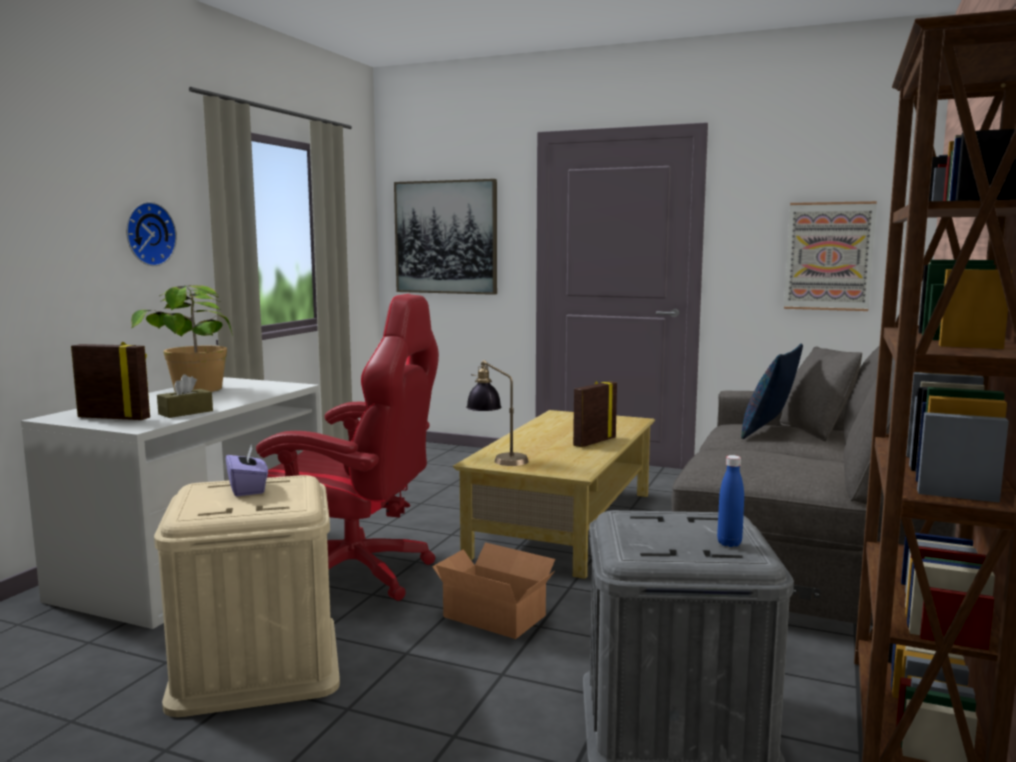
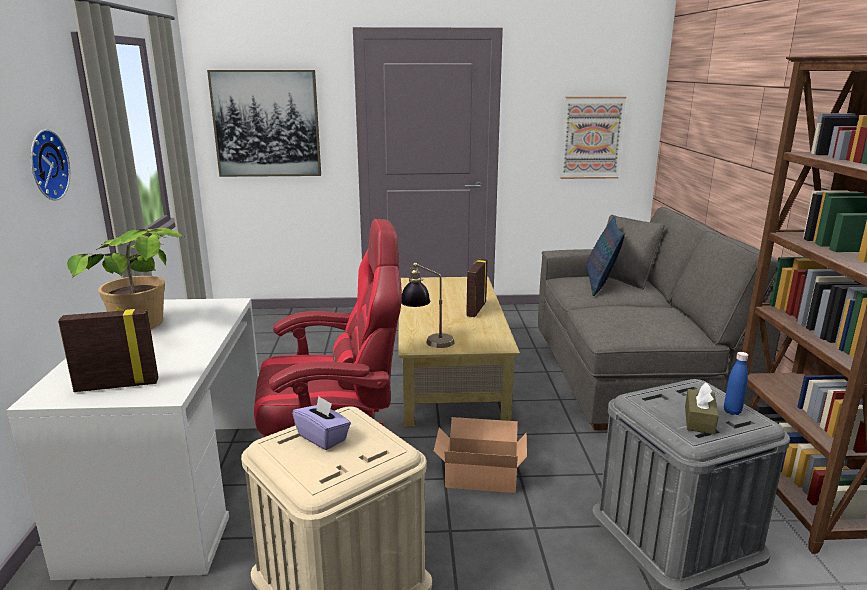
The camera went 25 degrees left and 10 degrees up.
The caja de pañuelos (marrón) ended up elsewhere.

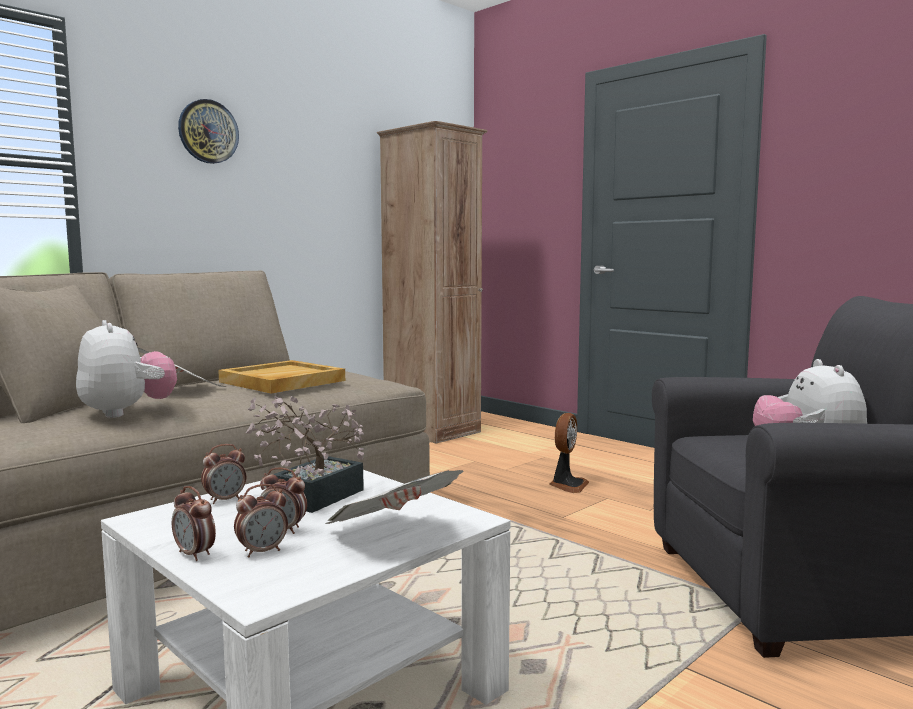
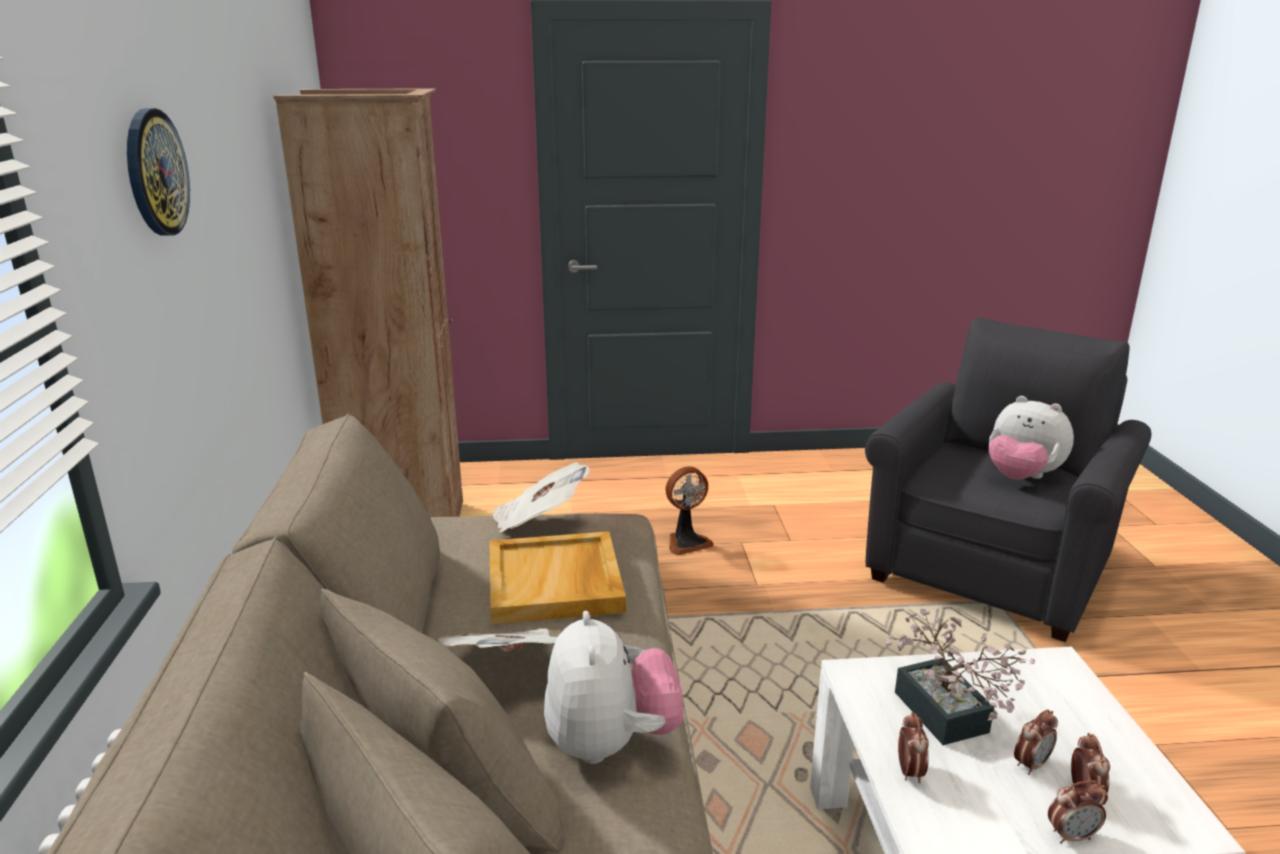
The camera went 50 degrees left and 15 degrees up.
The periódico (no. 2 from left) ended up elsewhere.
The peluche (no. 1 from left) ended up facing another way, 75 degrees clockwise from before.
The ventilador ended up facing another way, 90 degrees clockwise from before.

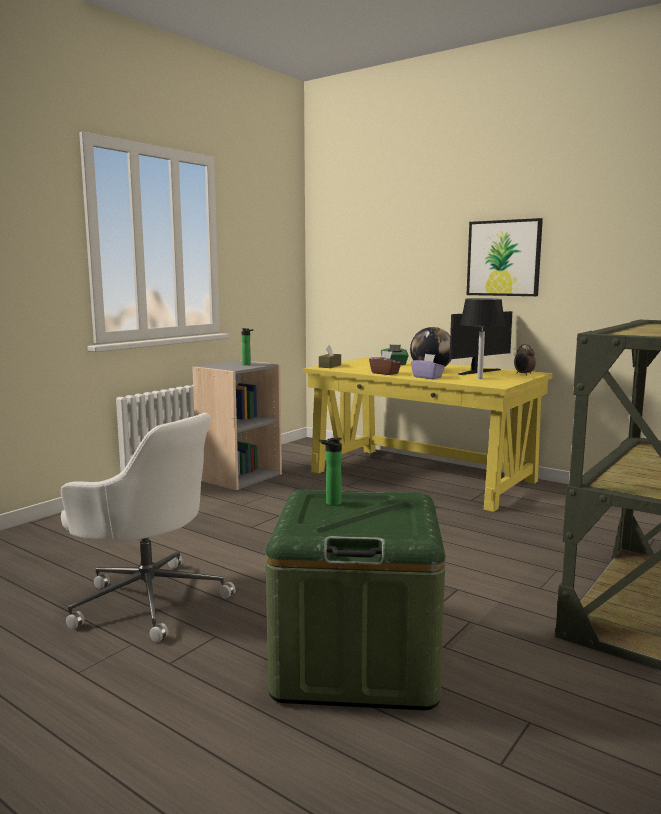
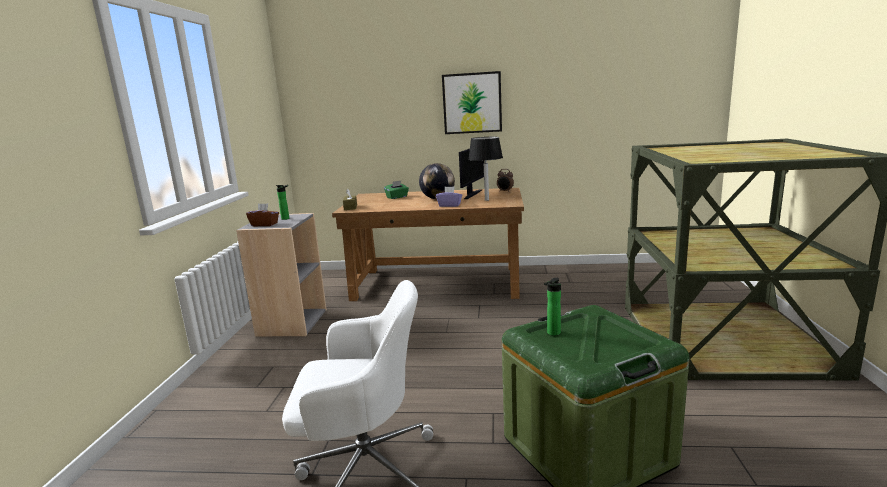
The camera went 30 degrees left and 5 degrees up.
The caja de pañuelos (marrón) (no. 2 from left in the first image) ended up elsewhere.
What was the escritorio (amarillo) turned into the escritorio (marrón).

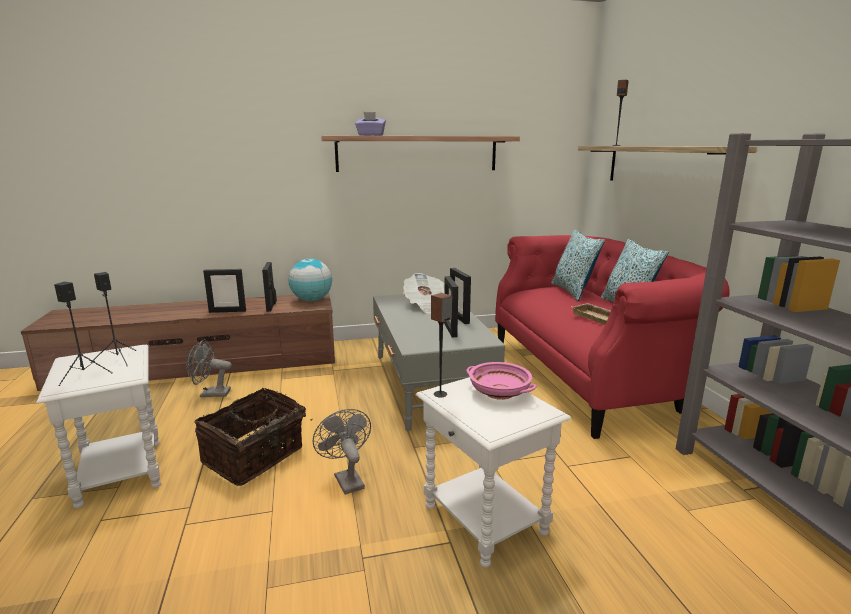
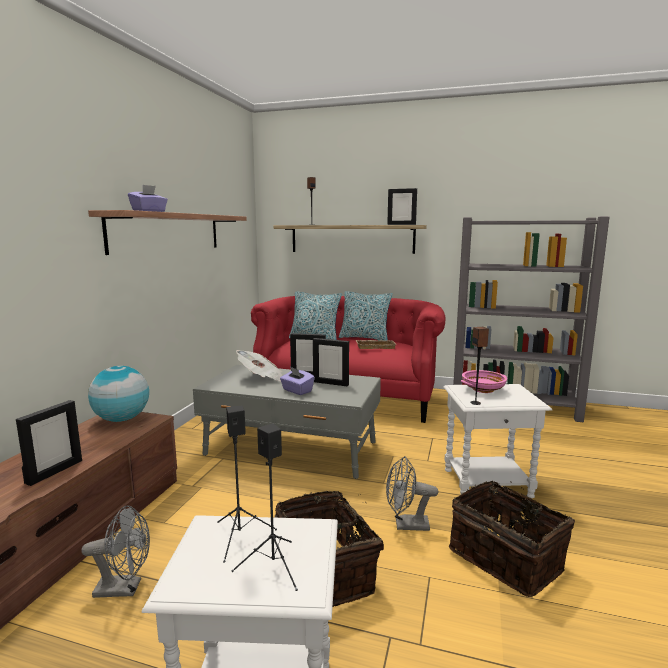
The camera went 60 degrees left and 5 degrees down.
The ventilador (gris) (no. 1 from left) ended up facing another way, 120 degrees counterclockwise from before.
The second view gained the caja de pañuelos (morado) (no. 2 from left).
The portarretratos (no. 2 from left in the first image) ended up elsewhere.
The second view gained the cesta (no. 2 from left).

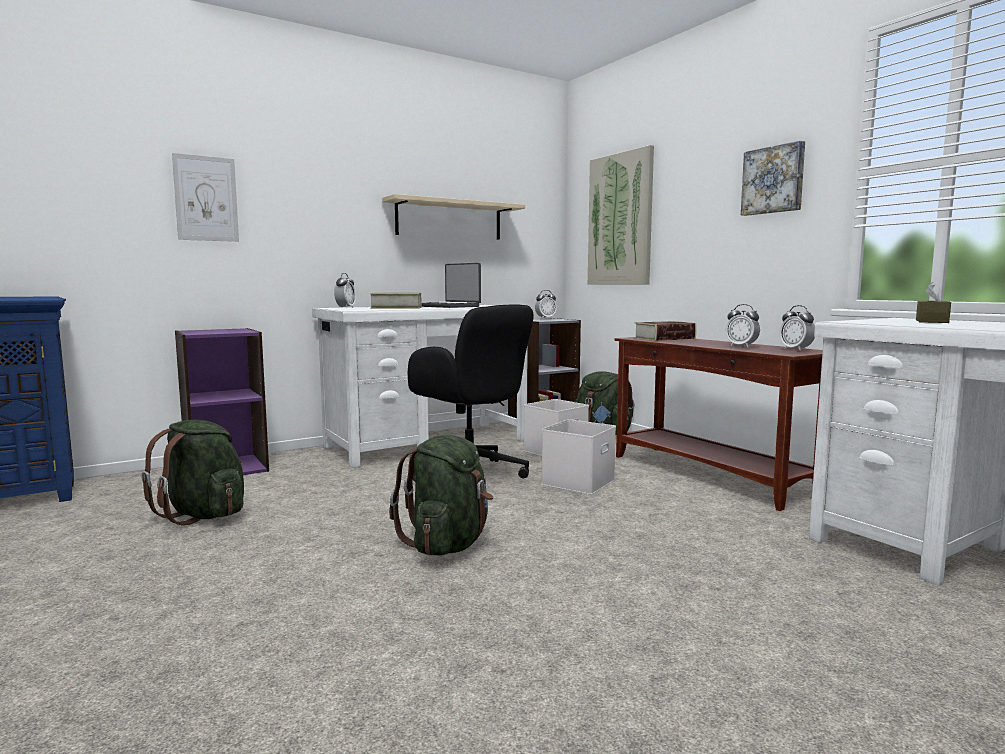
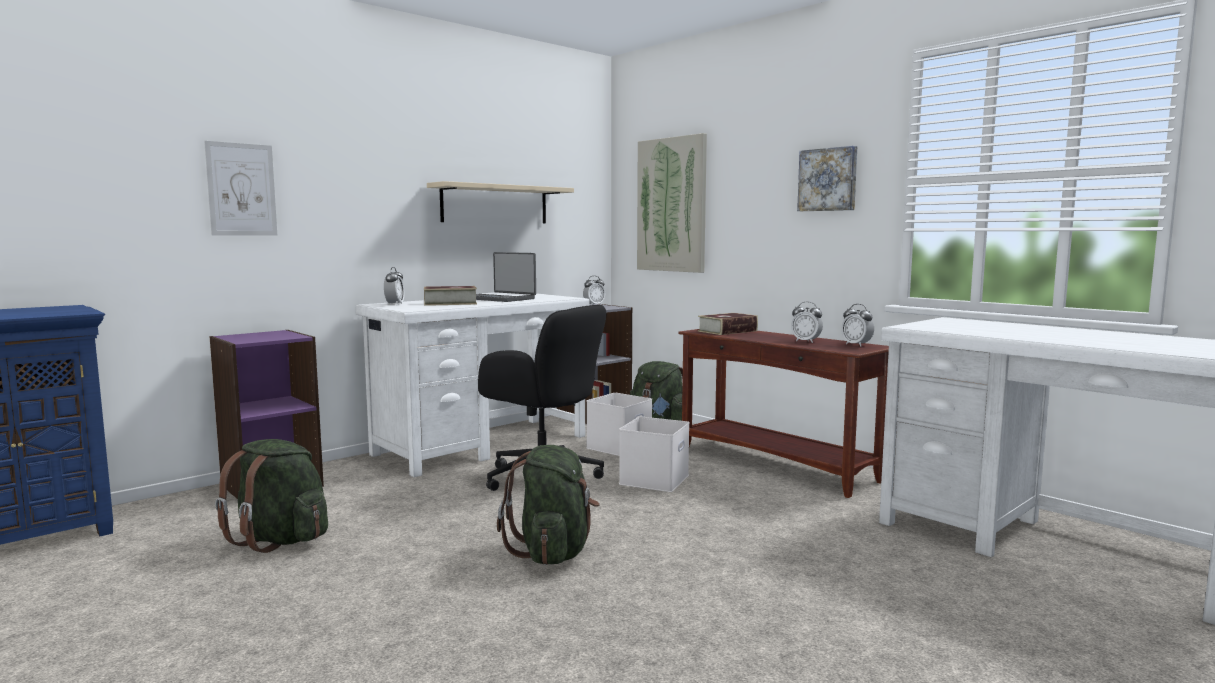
The camera went 10 degrees left and 0 degrees up.
The second view lost the caja de pañuelos (marrón).

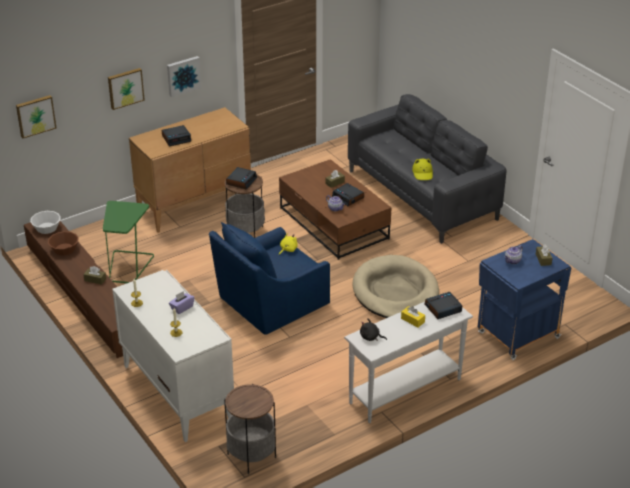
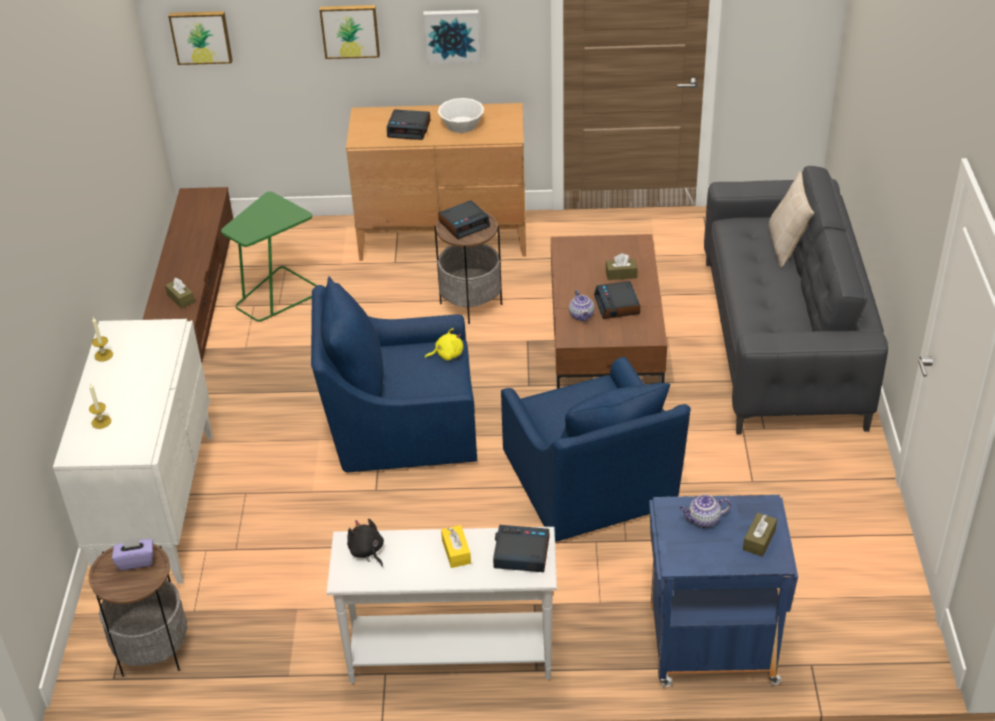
The camera went 35 degrees right and 5 degrees up.
The caja de pañuelos (morado) ended up elsewhere.
The cuenco (blanco) ended up elsewhere.
Where the cama para perro (beis) stood, the sillón (azul) (no. 2 from left) came to stand.
The second view gained the cojín (beis).
The second view lost the cuenco (marrón).
The second view lost the sombrero (amarillo).

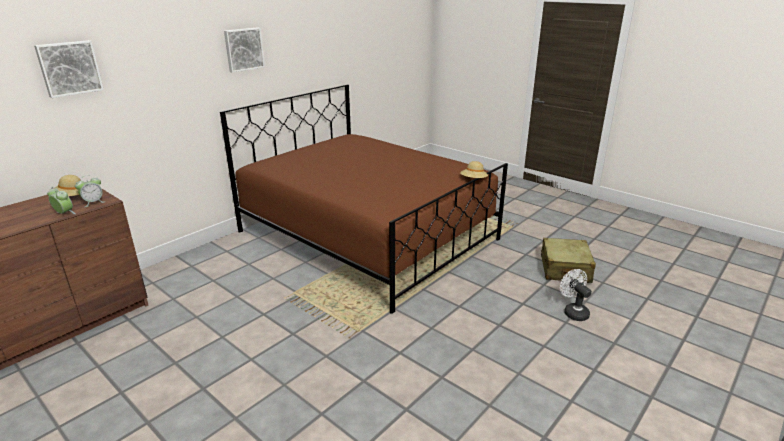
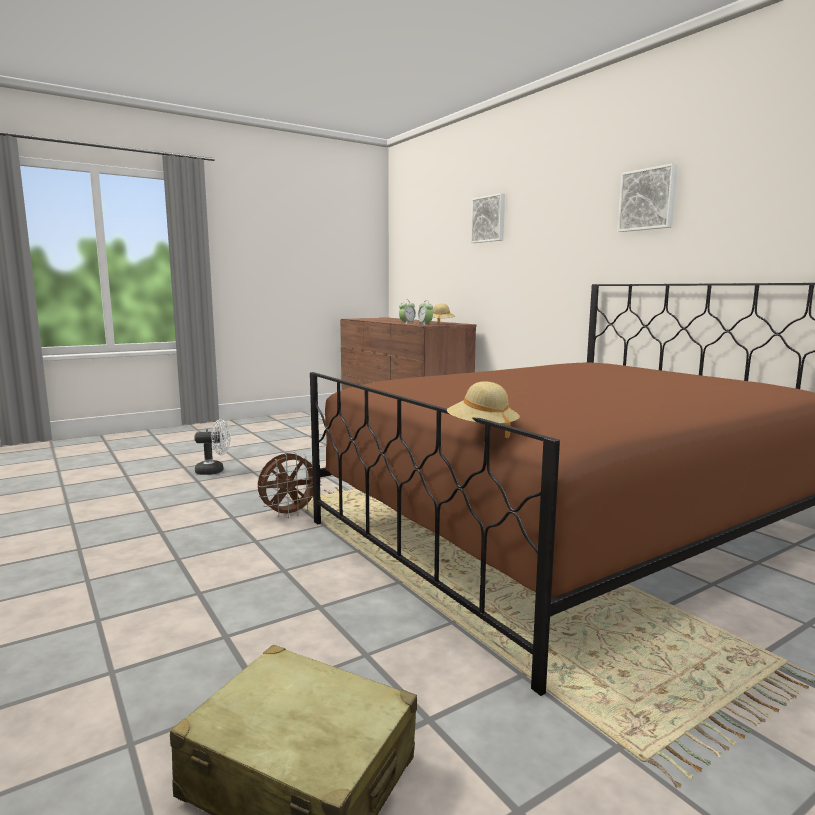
The camera went 105 degrees right and 15 degrees down.
The ventilador (blanco) ended up elsewhere.
The second view gained the ventilador (marrón).

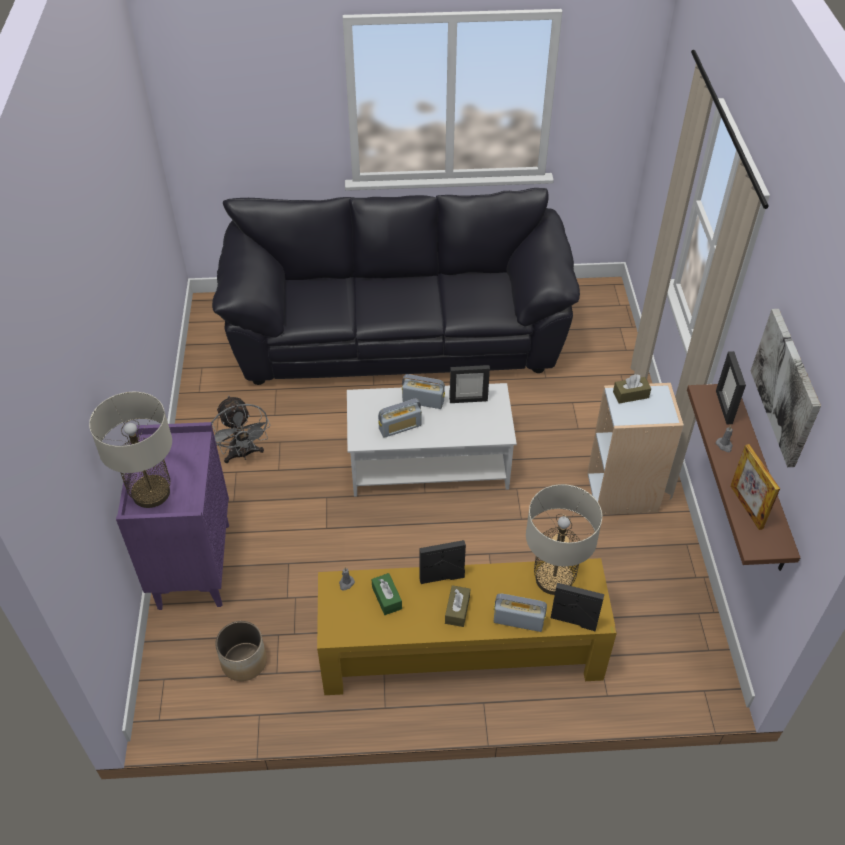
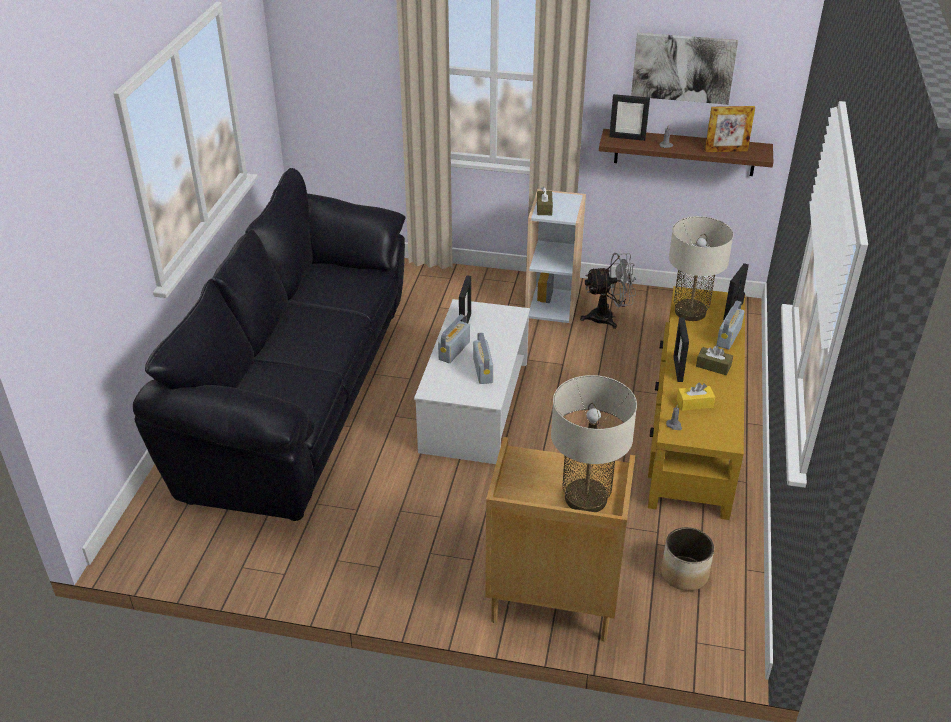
The camera went 75 degrees left and 10 degrees down.
What was the armario (morado) turned into the armario (marrón).
The ventilador (gris) ended up elsewhere.
What was the caja de pañuelos (verde) turned into the caja de pañuelos (amarillo).

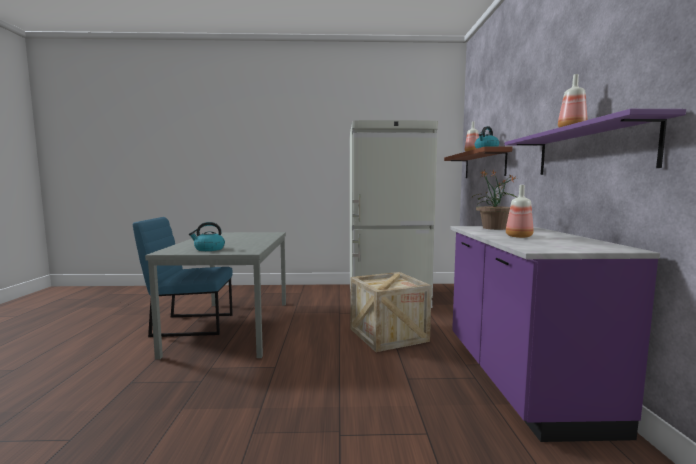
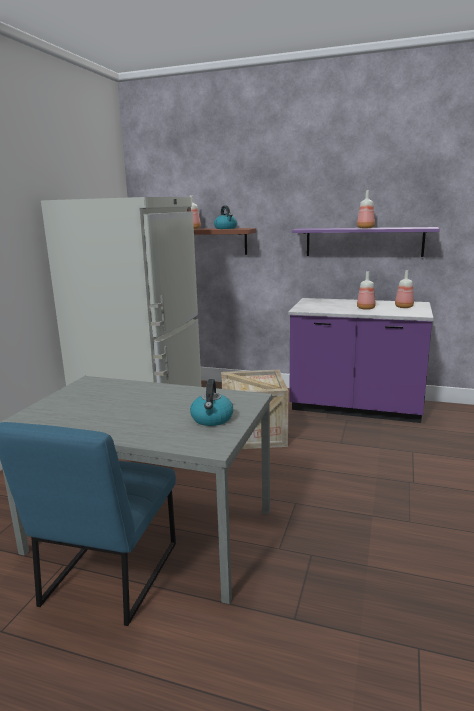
The camera went 70 degrees left and 10 degrees up.
The second view gained the botella (no. 4 from left).
The second view lost the planta en maceta.

